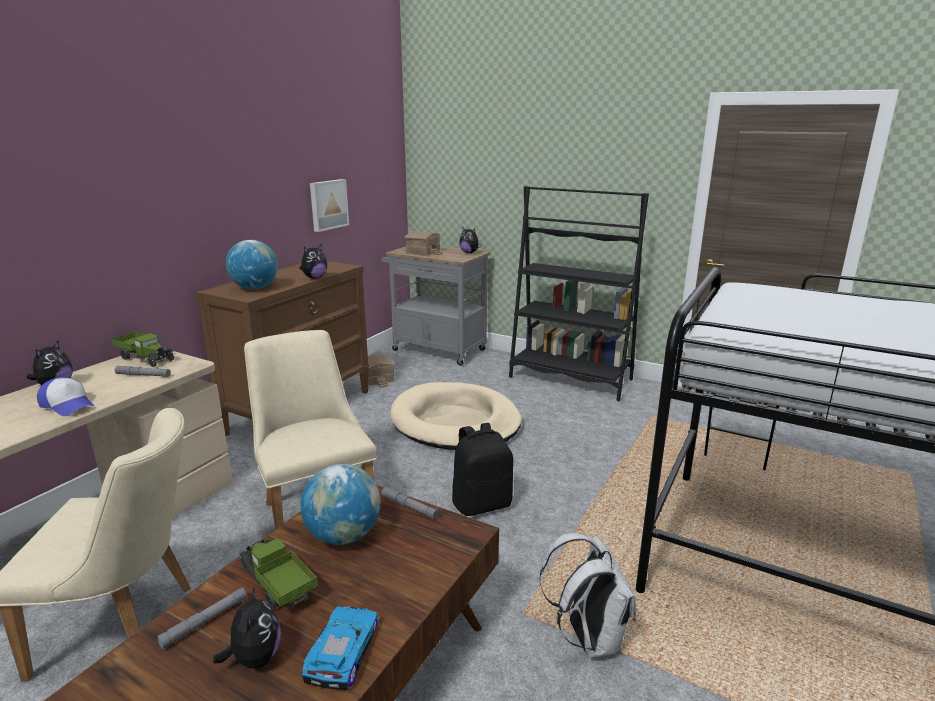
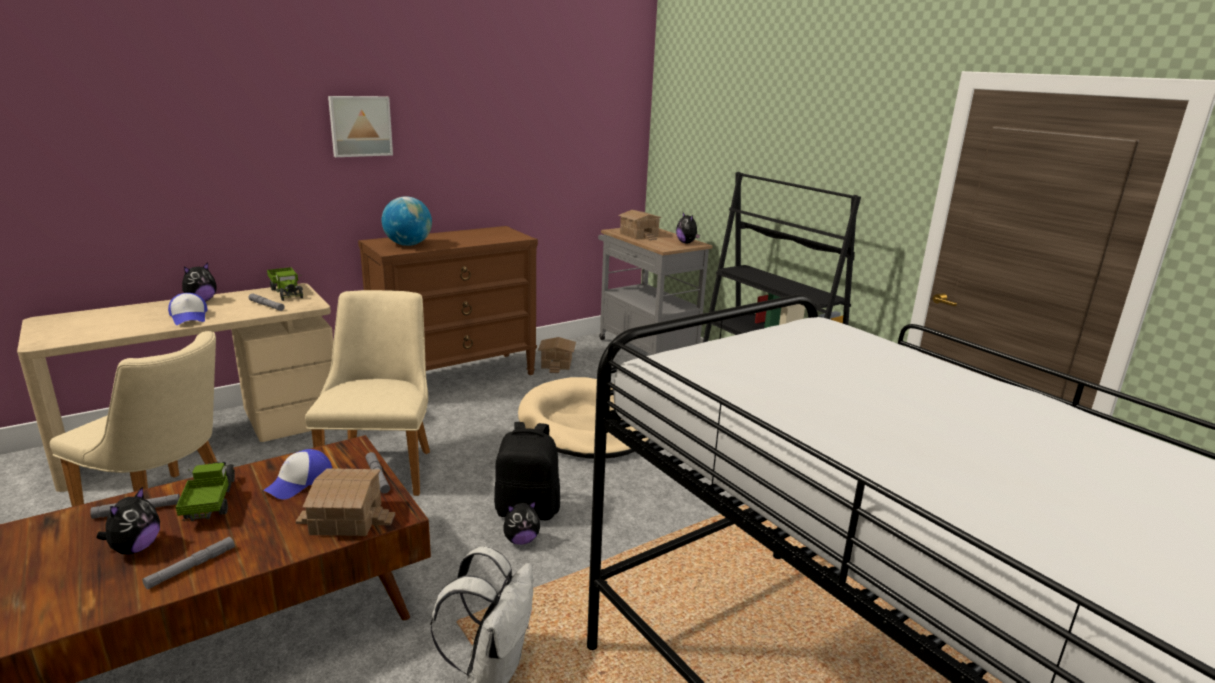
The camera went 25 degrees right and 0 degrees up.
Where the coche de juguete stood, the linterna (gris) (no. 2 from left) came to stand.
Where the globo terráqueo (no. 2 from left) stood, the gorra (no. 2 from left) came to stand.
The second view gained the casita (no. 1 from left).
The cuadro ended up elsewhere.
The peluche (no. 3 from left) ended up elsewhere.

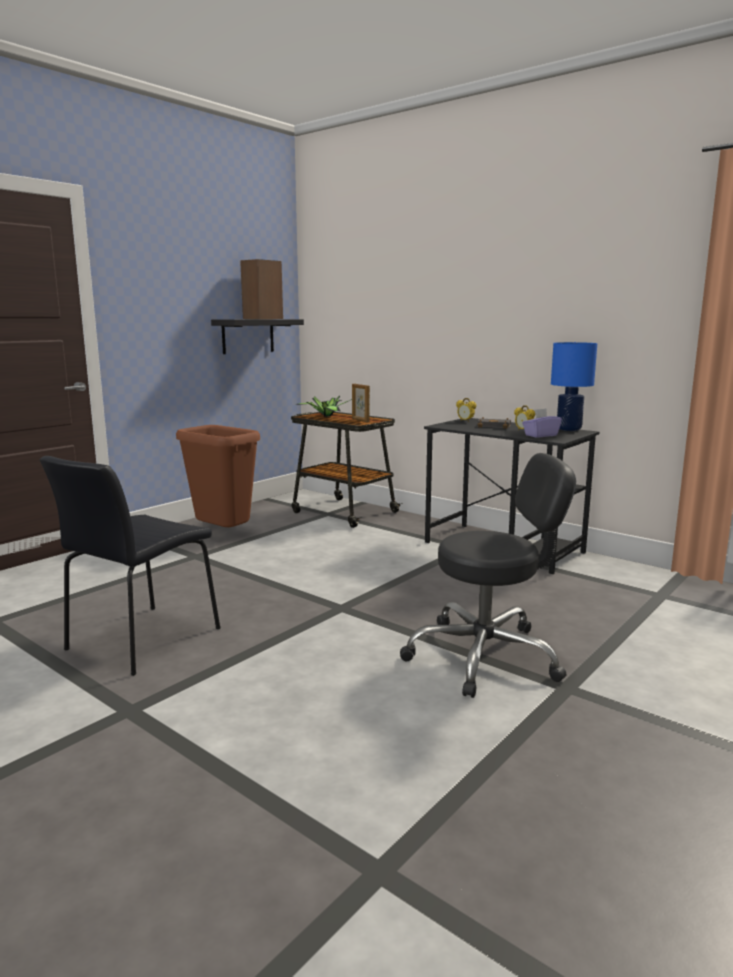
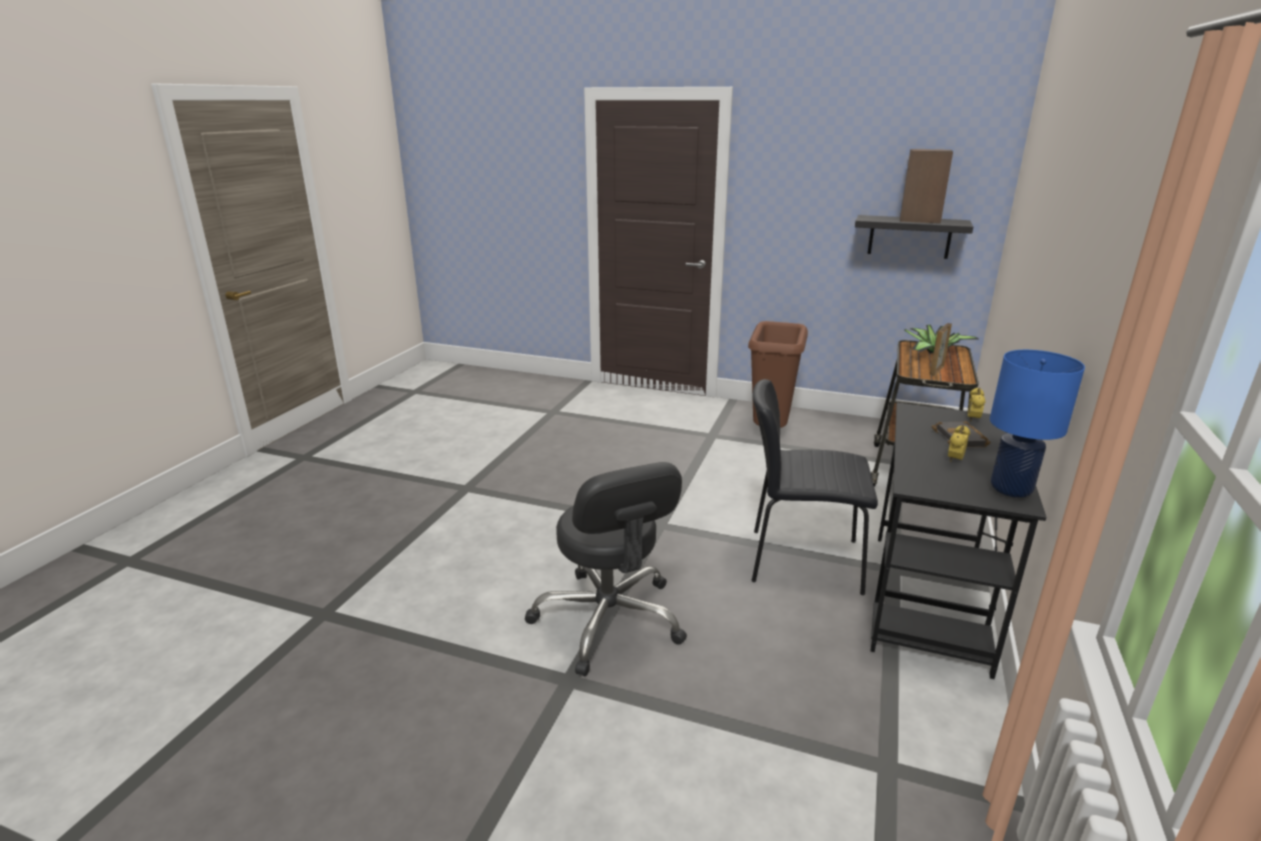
The camera went 70 degrees right and 10 degrees up.
The silla (negro) ended up elsewhere.
The second view lost the caja de pañuelos (morado).

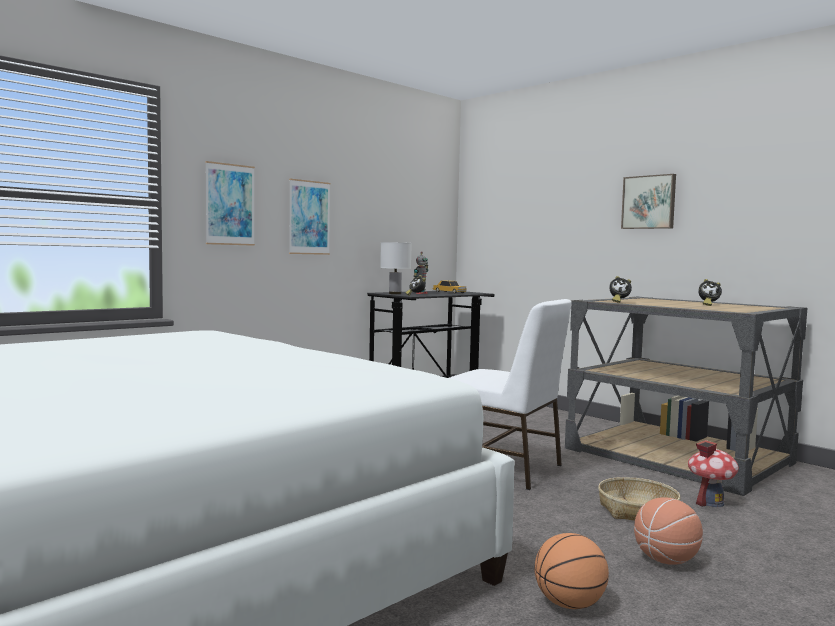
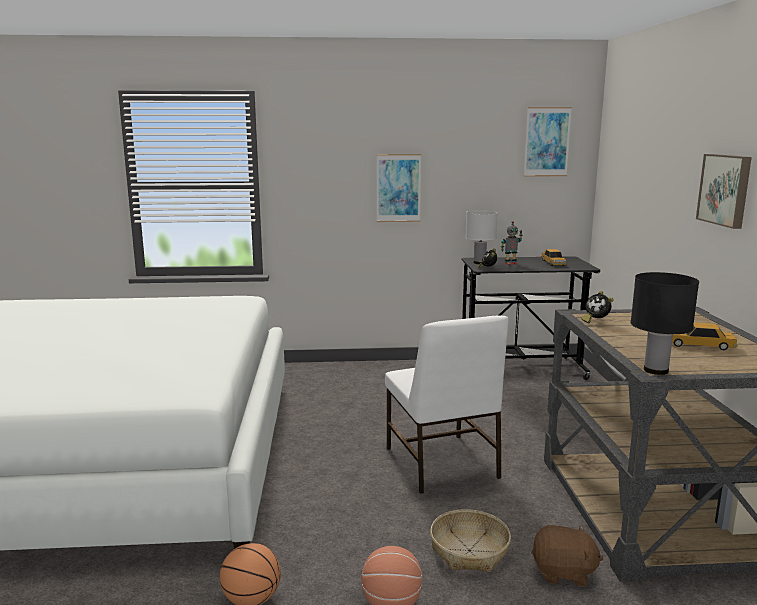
The camera went 40 degrees right and 10 degrees up.
The cuadro (no. 1 from left in the first image) ended up elsewhere.
Where the casita stood, the peluche (marrón) came to stand.
The second view gained the lámpara de mesa (negro).
Where the despertador (no. 3 from left) stood, the coche de juguete (no. 2 from left) came to stand.

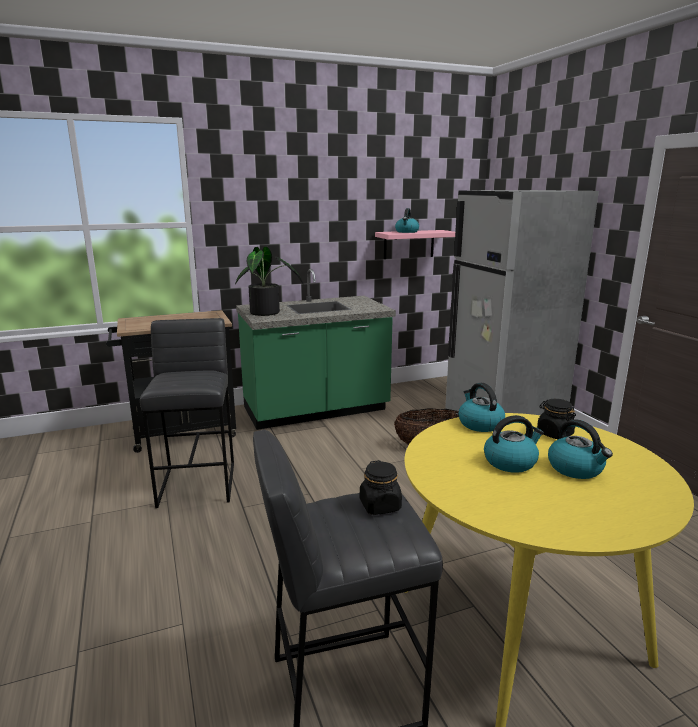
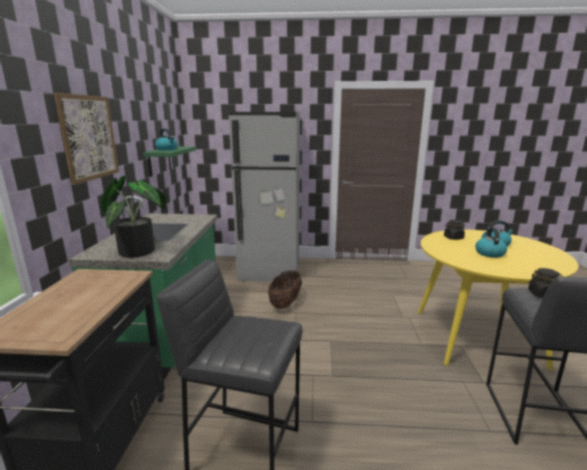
The camera went 65 degrees left and 0 degrees up.
The second view gained the cuadro.
What was the estante (rosa) turned into the estante (verde).
The second view lost the hervidor (no. 2 from left).

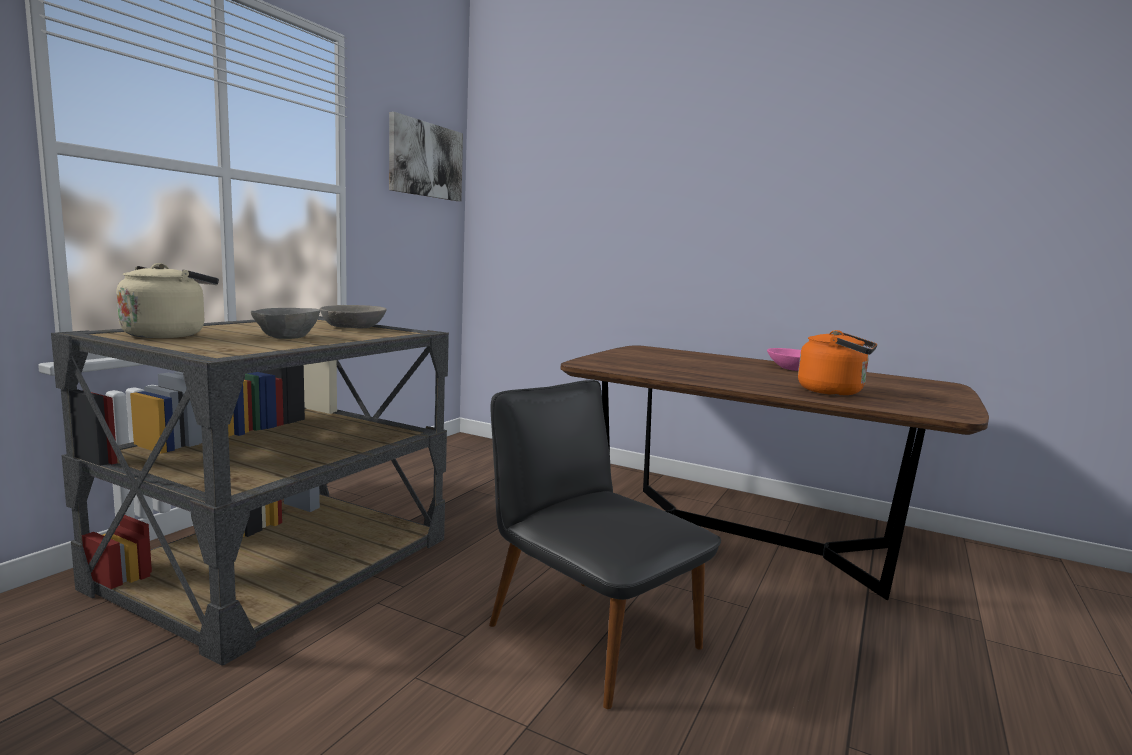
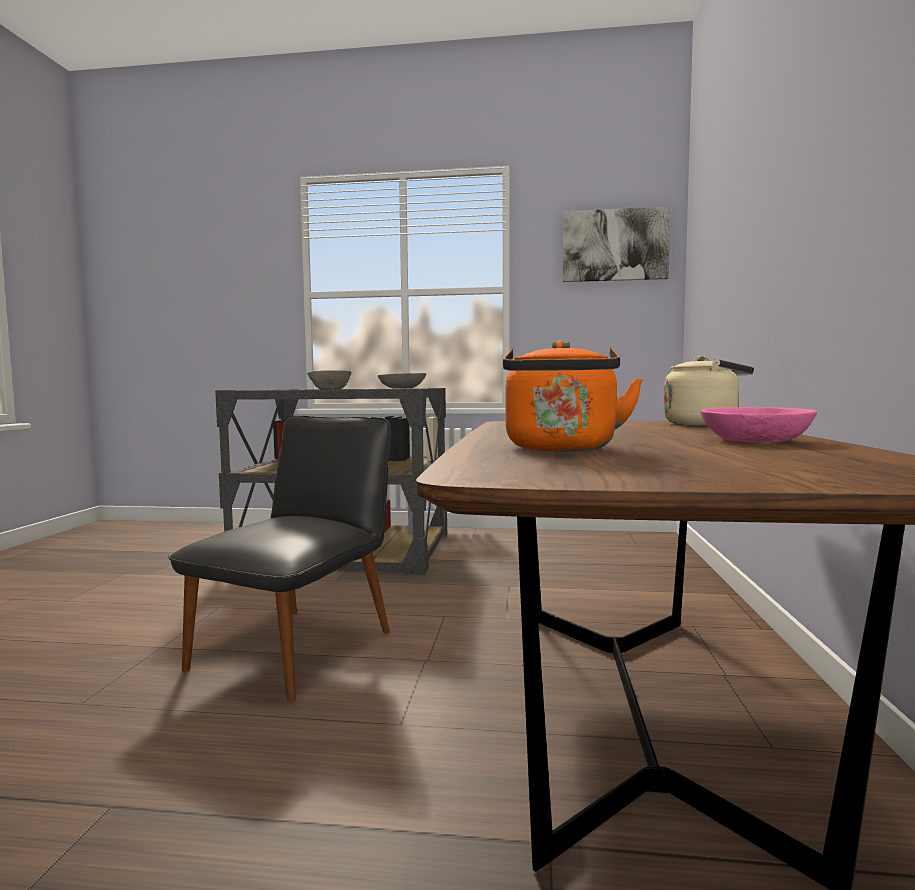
The camera went 70 degrees right and 5 degrees down.
The hervidor (beis) ended up elsewhere.

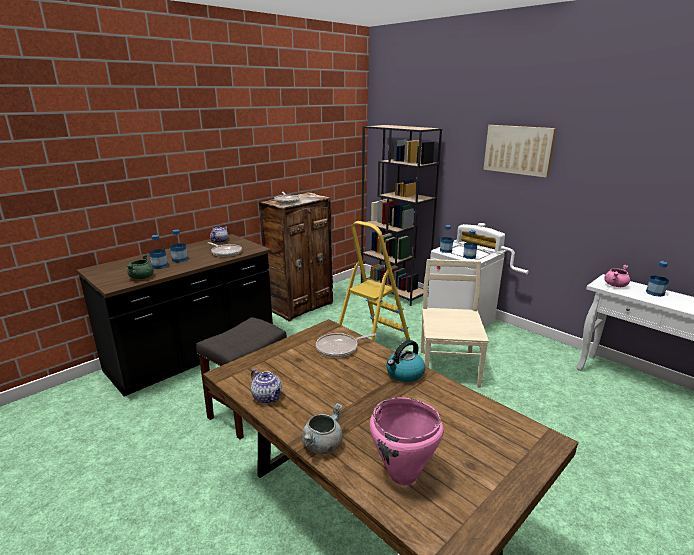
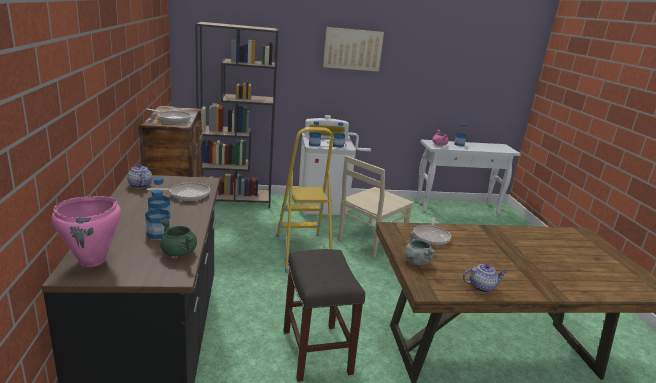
The camera went 55 degrees left and 0 degrees up.
The olla (rosa) (no. 1 from left) ended up elsewhere.
The silla (beis) ended up facing another way, 90 degrees counterclockwise from before.
The olla (gris) ended up elsewhere.
The second view lost the hervidor.

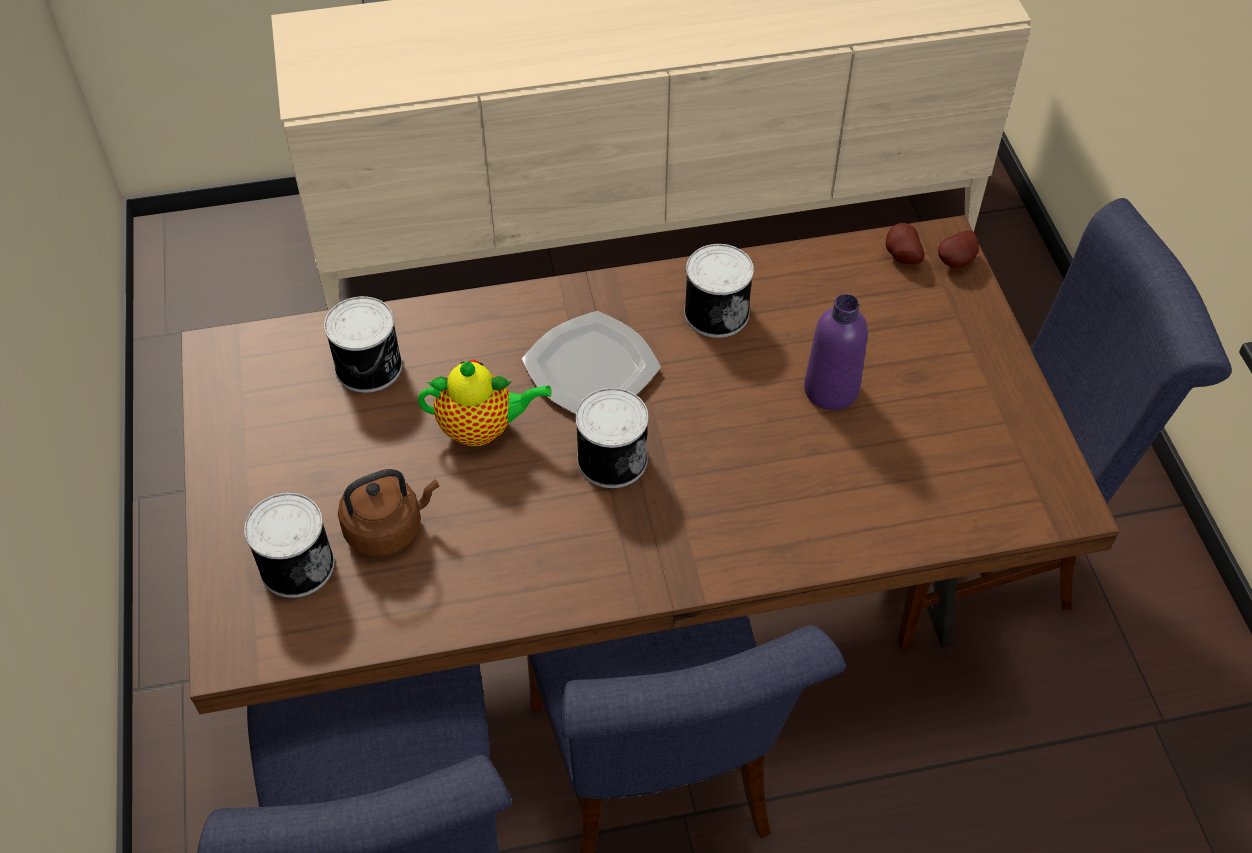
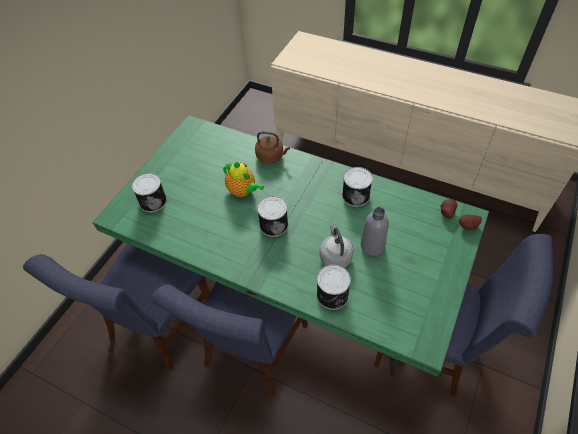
The camera went 40 degrees right and 0 degrees up.
What was the mesa de comedor (marrón) turned into the mesa de comedor (verde).
The hervidor (marrón) ended up elsewhere.
The lata (no. 2 from left in the first image) ended up elsewhere.
The second view gained the hervidor (gris).
What was the botella (morado) turned into the botella (gris).
The second view lost the plato.

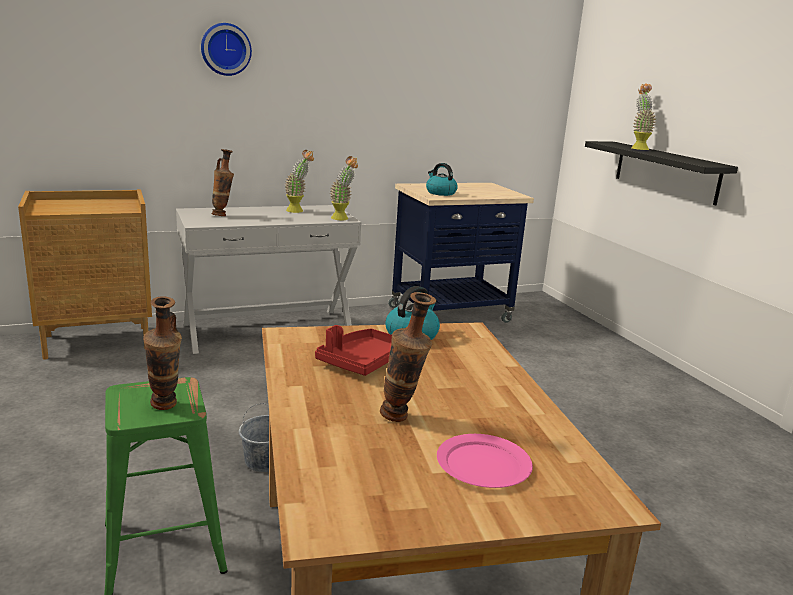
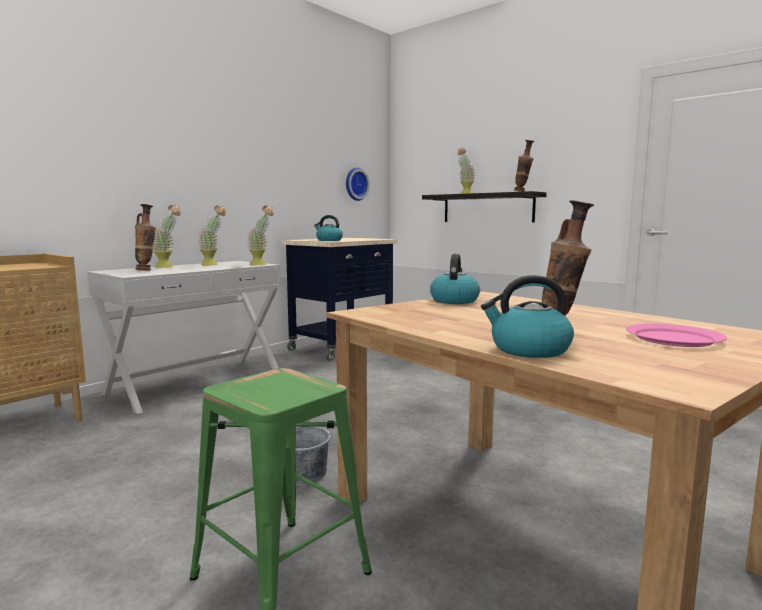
The camera went 25 degrees left and 10 degrees down.
The second view gained the planta en maceta (no. 1 from left).
The reloj de pared ended up elsewhere.
The second view gained the hervidor (no. 3 from left).
The florero (no. 1 from left in the first image) ended up elsewhere.
The second view lost the bandeja (rojo).

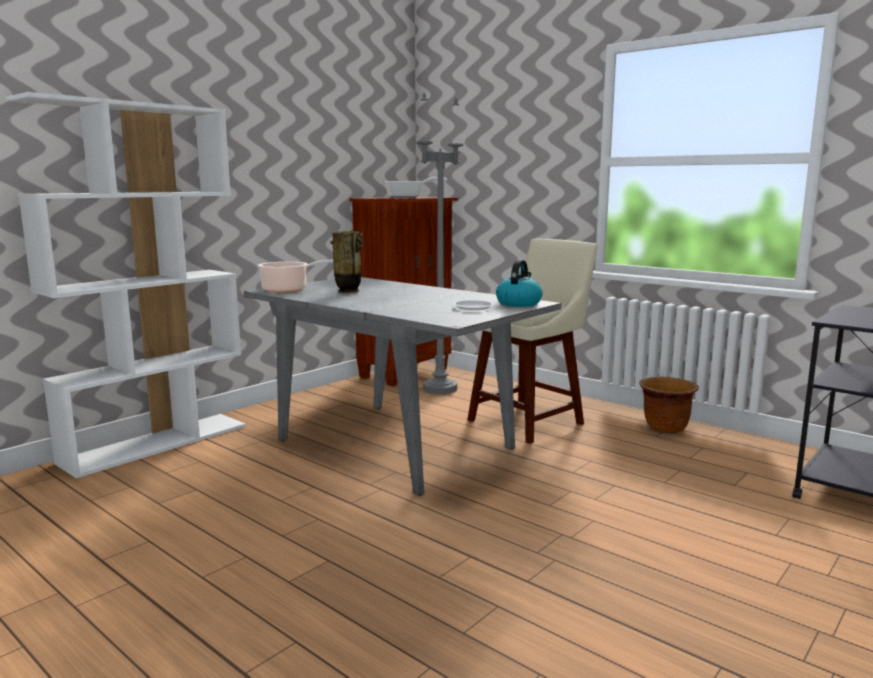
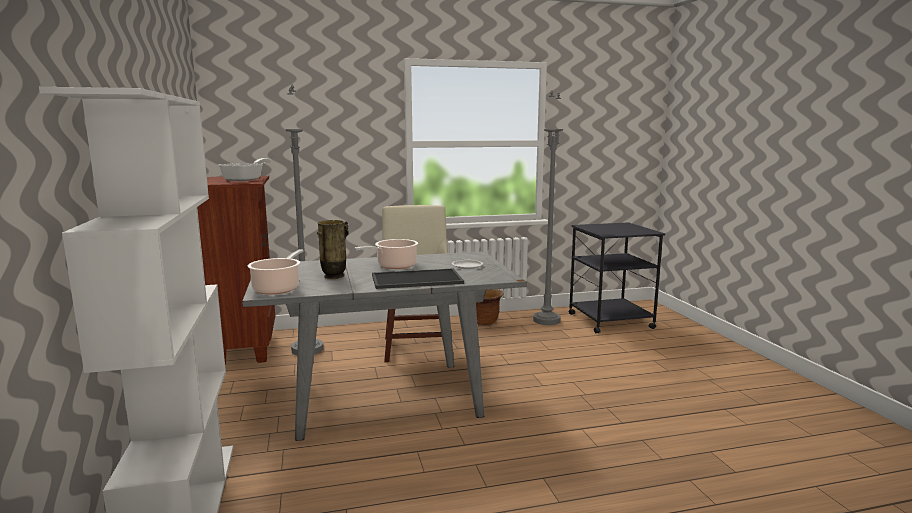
The camera went 55 degrees left and 0 degrees up.
The second view gained the olla (no. 2 from left).
The second view gained the bandeja.
The second view gained the lámpara de pie (gris) (no. 2 from left).
The second view lost the hervidor.

